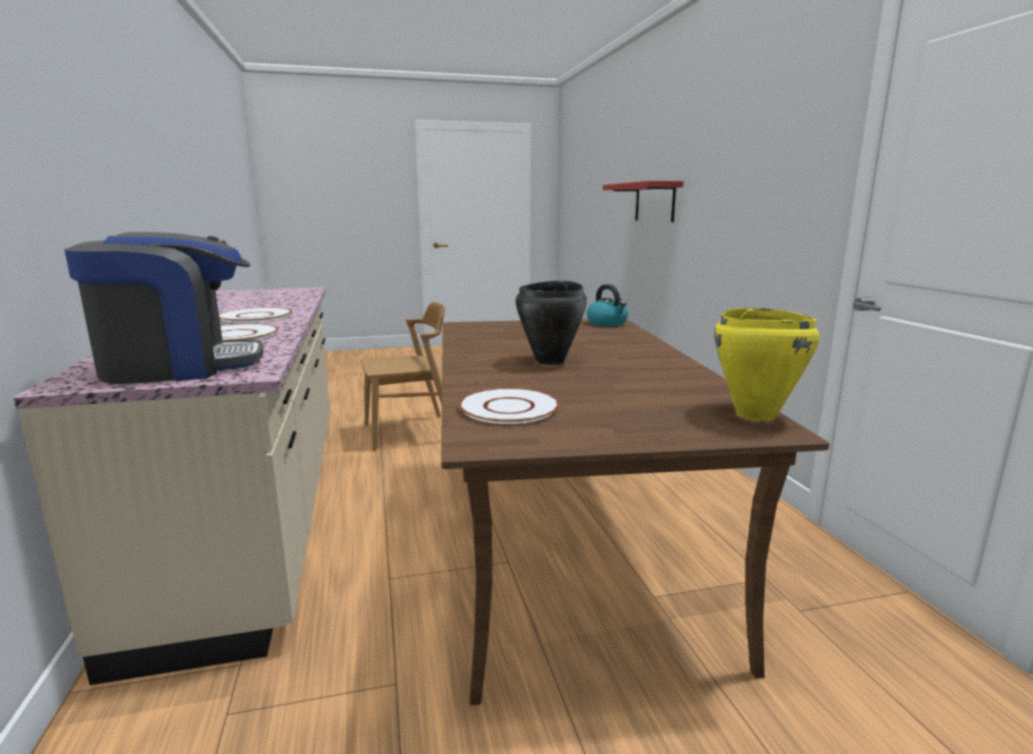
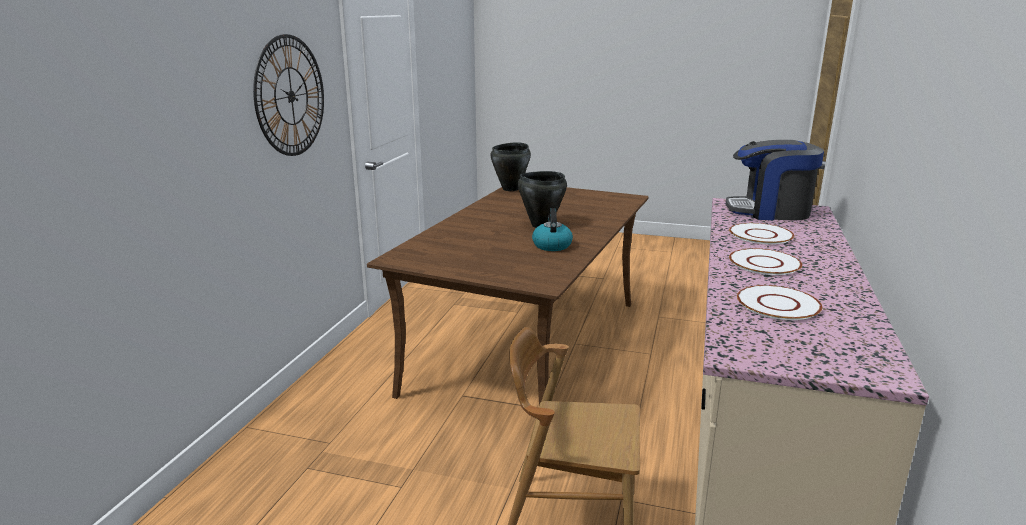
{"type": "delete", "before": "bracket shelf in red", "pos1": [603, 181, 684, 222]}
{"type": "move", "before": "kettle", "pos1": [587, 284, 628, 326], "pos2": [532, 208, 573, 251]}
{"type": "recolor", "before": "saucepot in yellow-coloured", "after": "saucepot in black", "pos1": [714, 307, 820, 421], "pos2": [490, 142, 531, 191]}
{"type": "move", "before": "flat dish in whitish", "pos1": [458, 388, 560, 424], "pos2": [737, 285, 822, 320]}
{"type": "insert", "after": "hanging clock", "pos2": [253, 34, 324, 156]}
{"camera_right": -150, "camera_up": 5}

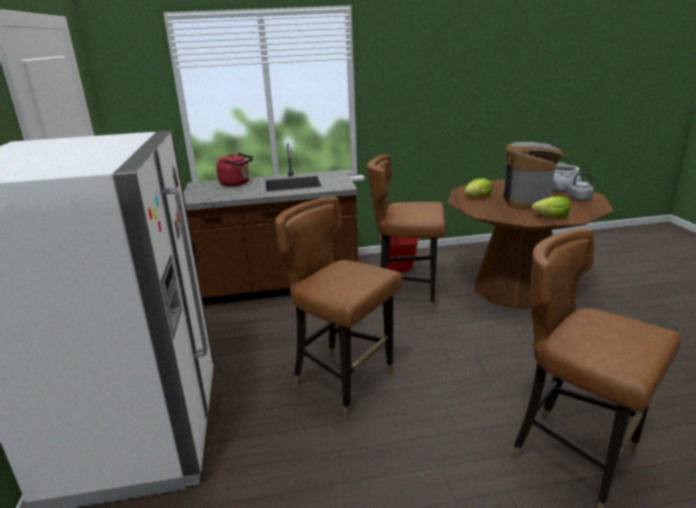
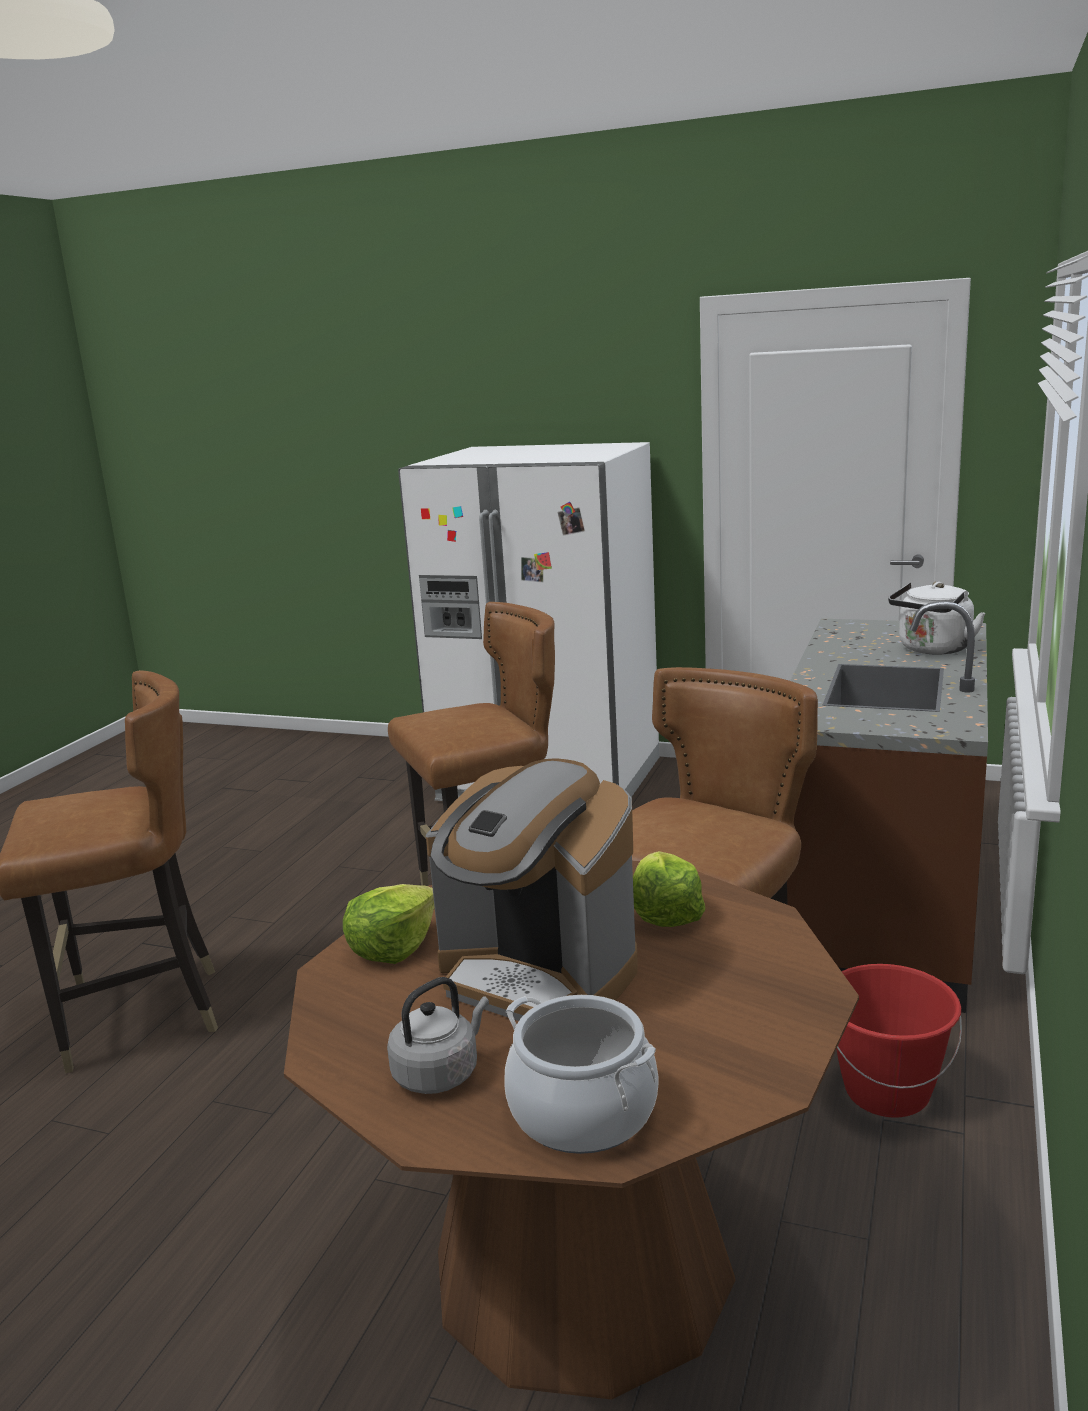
{"type": "recolor", "before": "kettle in red", "after": "kettle in whitish", "pos1": [216, 153, 253, 186], "pos2": [888, 582, 986, 654]}
{"camera_right": 120, "camera_up": -5}

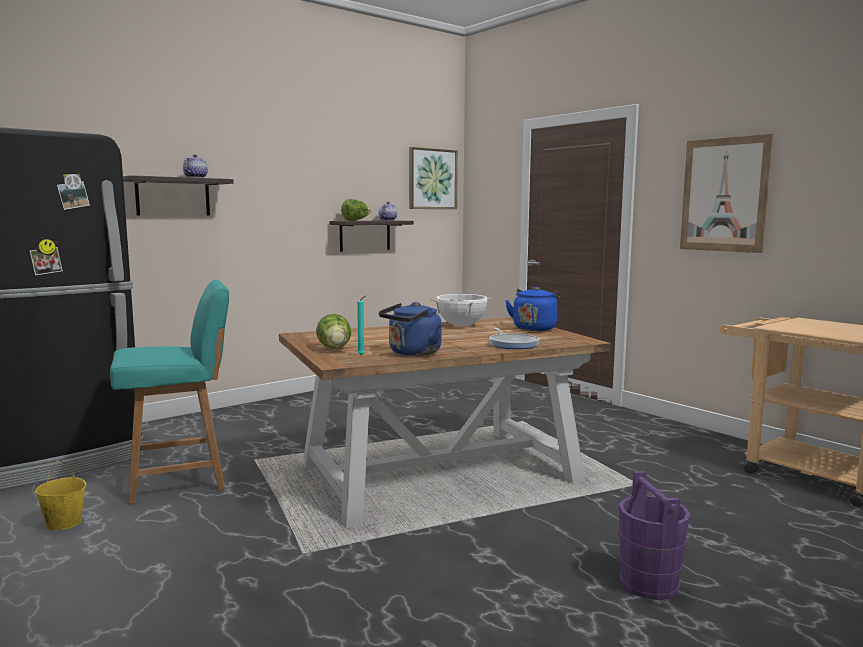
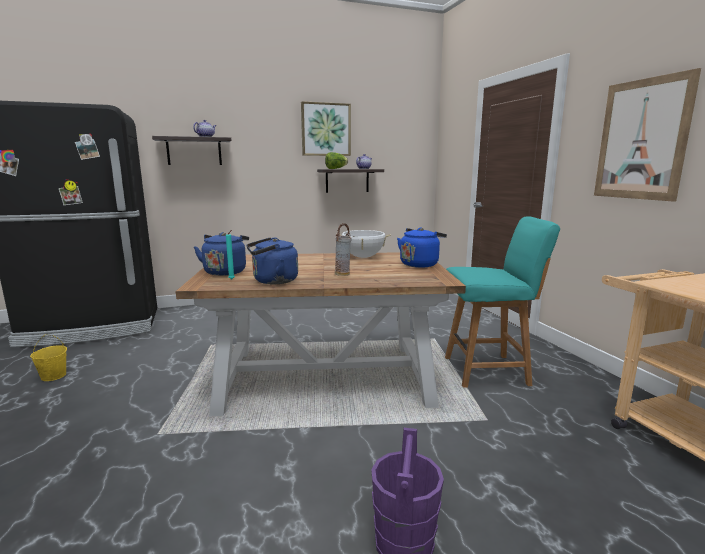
{"type": "move", "before": "wall picture", "pos1": [409, 147, 458, 209], "pos2": [301, 101, 351, 156]}
{"type": "move", "before": "upright chair in turquoise-coloured", "pos1": [110, 280, 229, 504], "pos2": [445, 216, 560, 388]}
{"type": "replace", "before": "head of lettuce", "after": "kettle in bluish", "pos1": [316, 314, 351, 348], "pos2": [194, 232, 249, 276]}
{"type": "delete", "before": "pan", "pos1": [489, 328, 540, 349]}
{"type": "insert", "after": "vase", "pos2": [335, 223, 351, 276]}
{"camera_right": 20, "camera_up": 5}

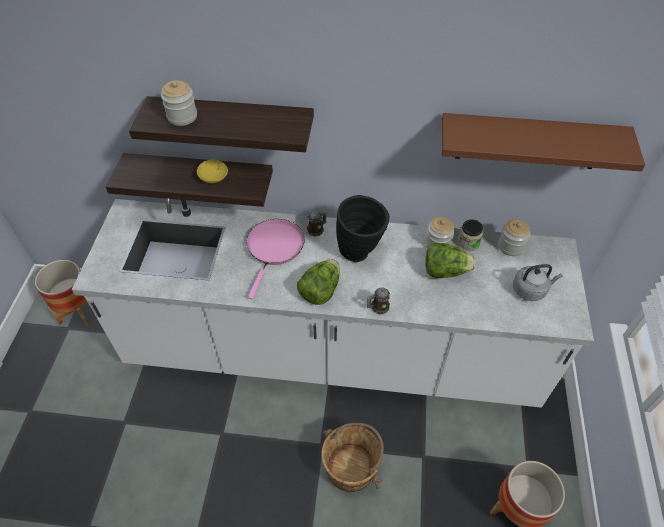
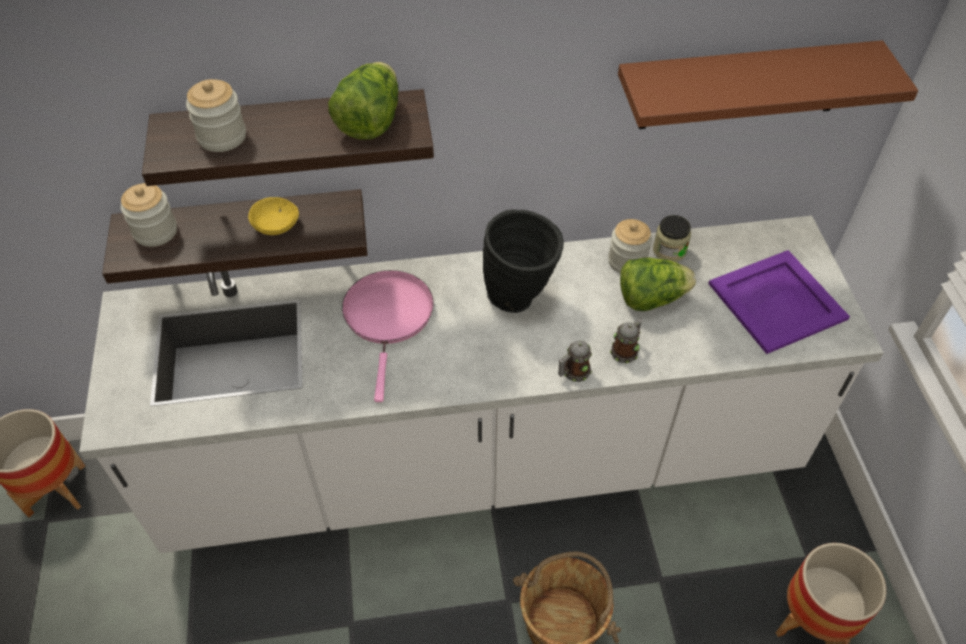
{"type": "move", "before": "mug", "pos1": [307, 211, 327, 237], "pos2": [610, 319, 642, 363]}
{"type": "move", "before": "storage jar", "pos1": [498, 219, 530, 256], "pos2": [121, 183, 177, 247]}
{"type": "move", "before": "head of lettuce", "pos1": [297, 259, 340, 305], "pos2": [328, 62, 398, 140]}
{"type": "replace", "before": "kettle in greyish", "after": "carrying tray in purple", "pos1": [513, 264, 563, 301], "pos2": [708, 250, 850, 354]}
{"camera_right": -15, "camera_up": 0}

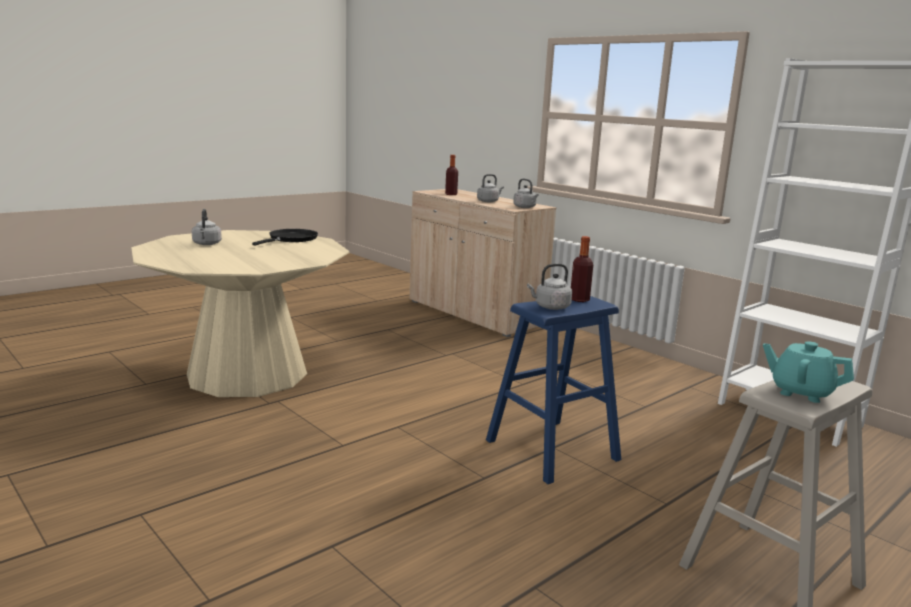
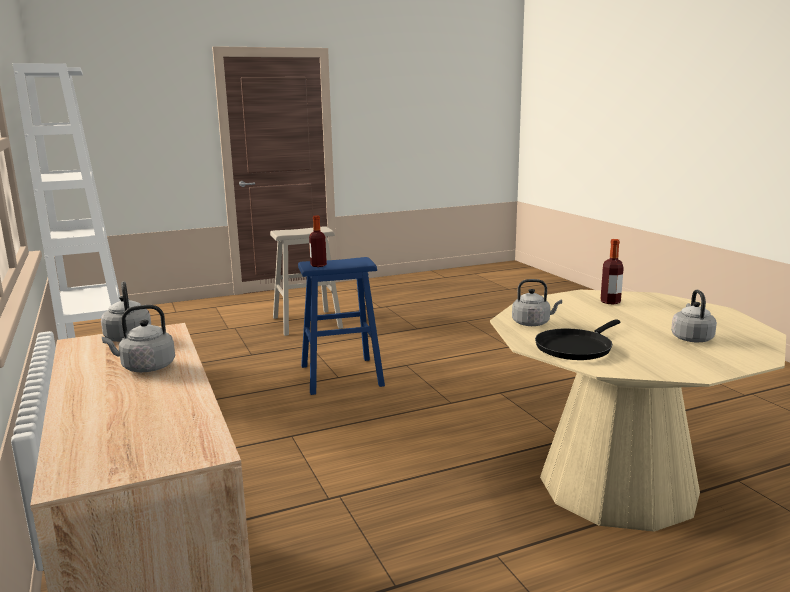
{"type": "move", "before": "drink bottle", "pos1": [445, 155, 458, 195], "pos2": [601, 239, 624, 304]}
{"type": "move", "before": "kettle in greyish", "pos1": [527, 264, 572, 310], "pos2": [512, 279, 562, 326]}
{"type": "delete", "before": "teapot in turquoise-coloured", "pos1": [763, 341, 854, 403]}
{"camera_right": -160, "camera_up": 0}

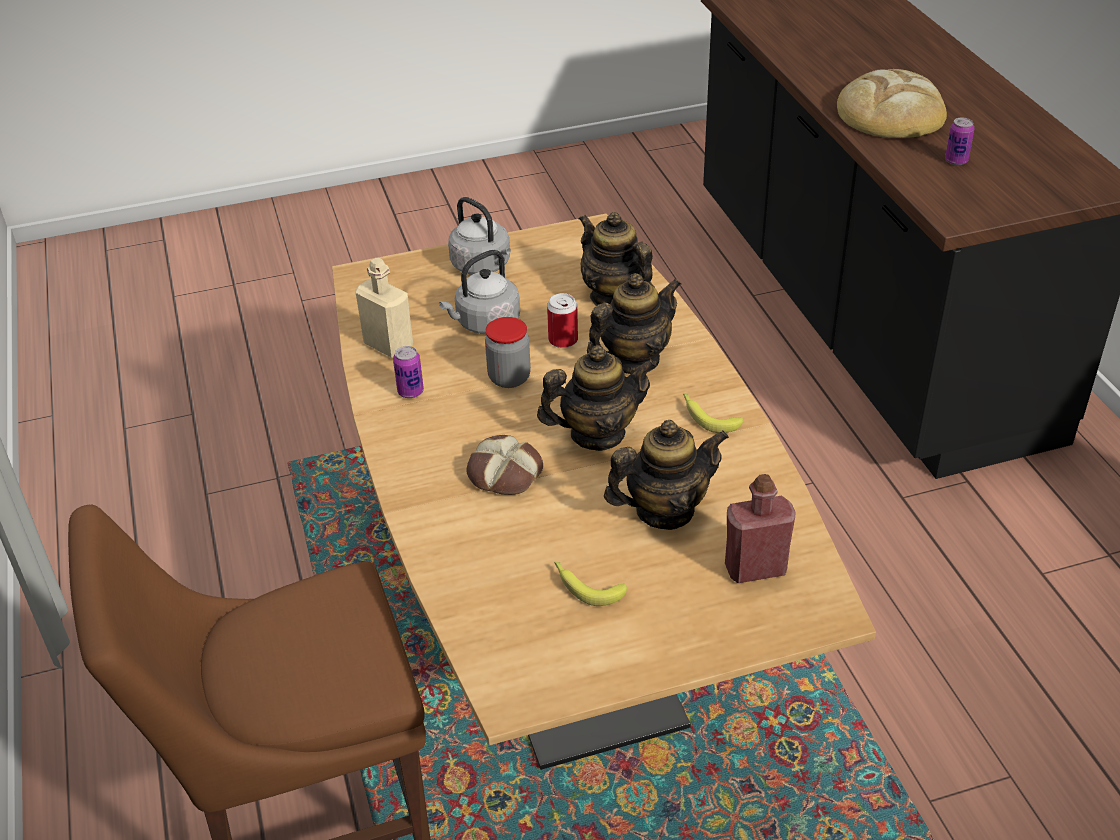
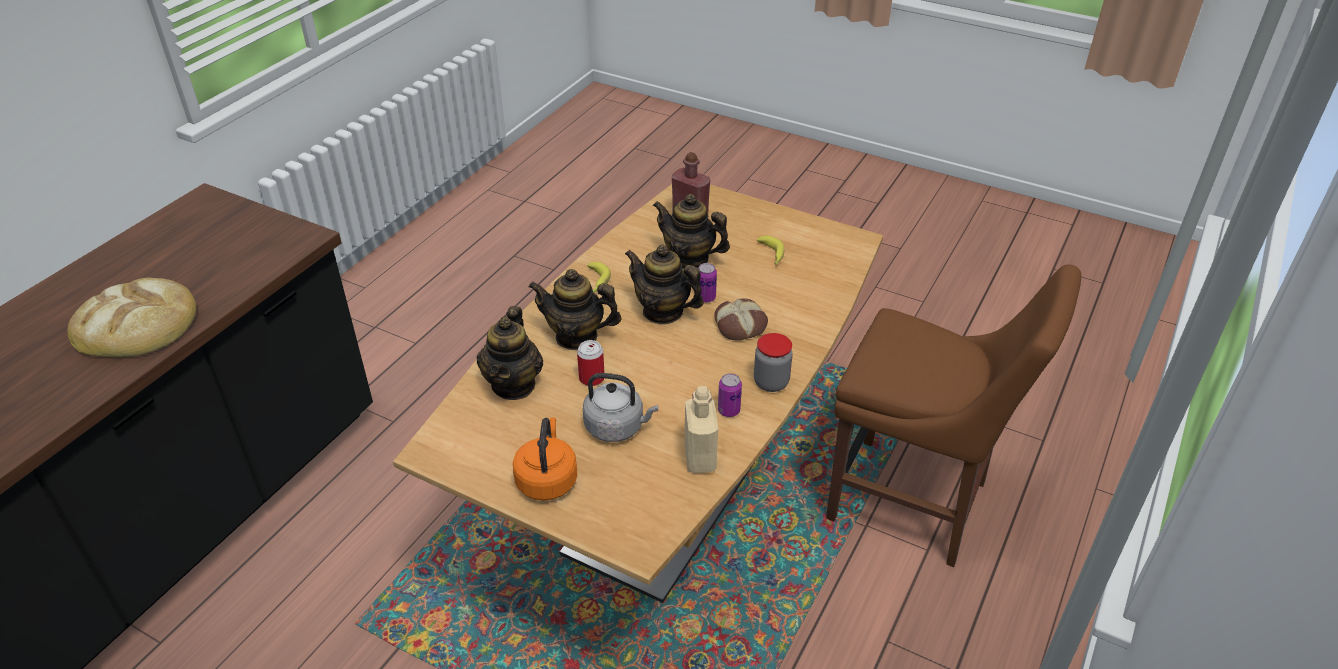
{"type": "move", "before": "metal can", "pos1": [945, 118, 975, 165], "pos2": [698, 263, 717, 303]}
{"type": "recolor", "before": "kettle in greyish", "after": "kettle in orangey", "pos1": [448, 197, 511, 275], "pos2": [513, 417, 577, 501]}
{"type": "move", "before": "storage jar", "pos1": [485, 317, 531, 388], "pos2": [754, 333, 793, 392]}
{"camera_right": -135, "camera_up": 0}

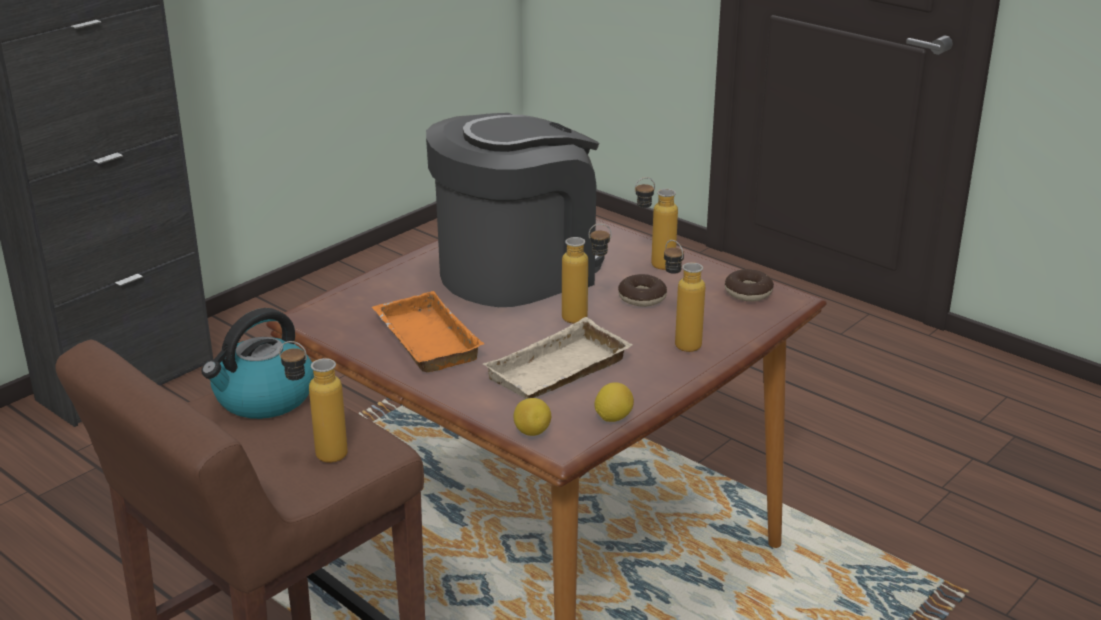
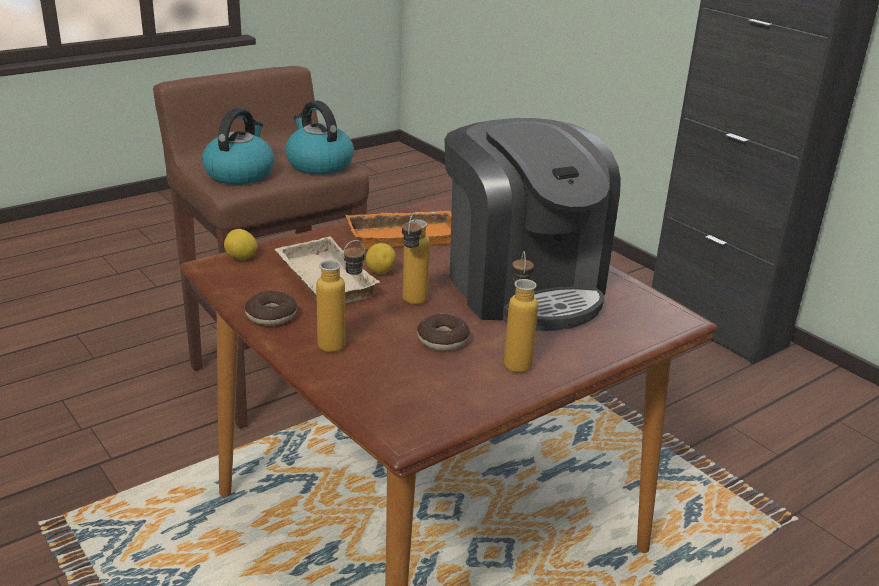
{"type": "move", "before": "doughnut", "pos1": [725, 269, 774, 302], "pos2": [245, 291, 297, 325]}
{"type": "replace", "before": "drink bottle", "after": "kettle", "pos1": [279, 341, 348, 463], "pos2": [202, 108, 274, 185]}
{"type": "move", "before": "whole lemon", "pos1": [594, 382, 634, 422], "pos2": [366, 243, 396, 274]}
{"camera_right": 100, "camera_up": 0}

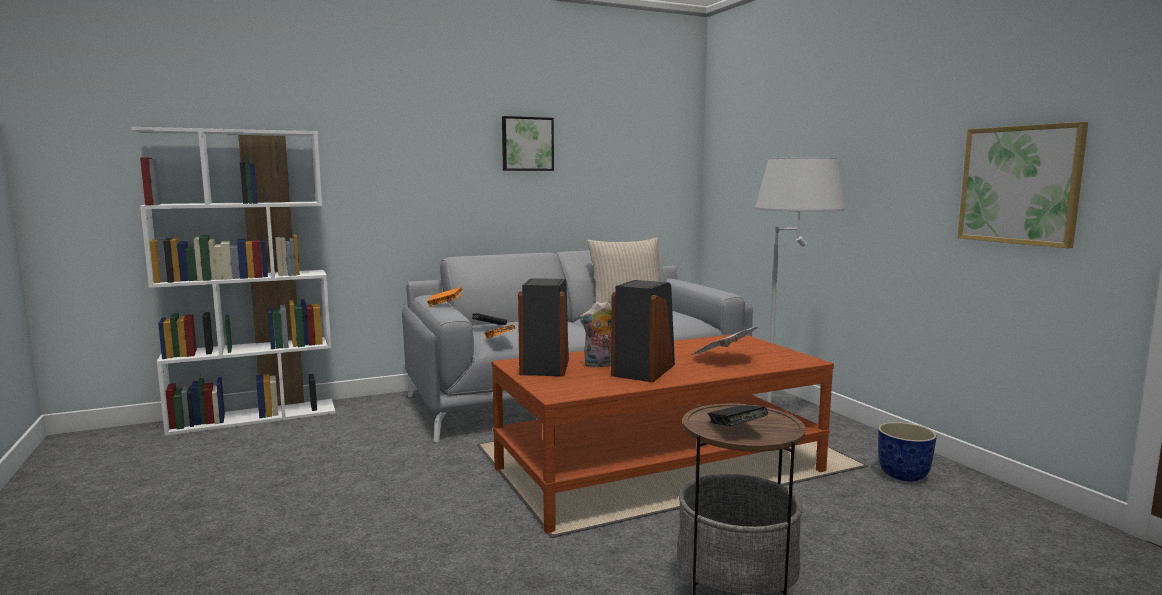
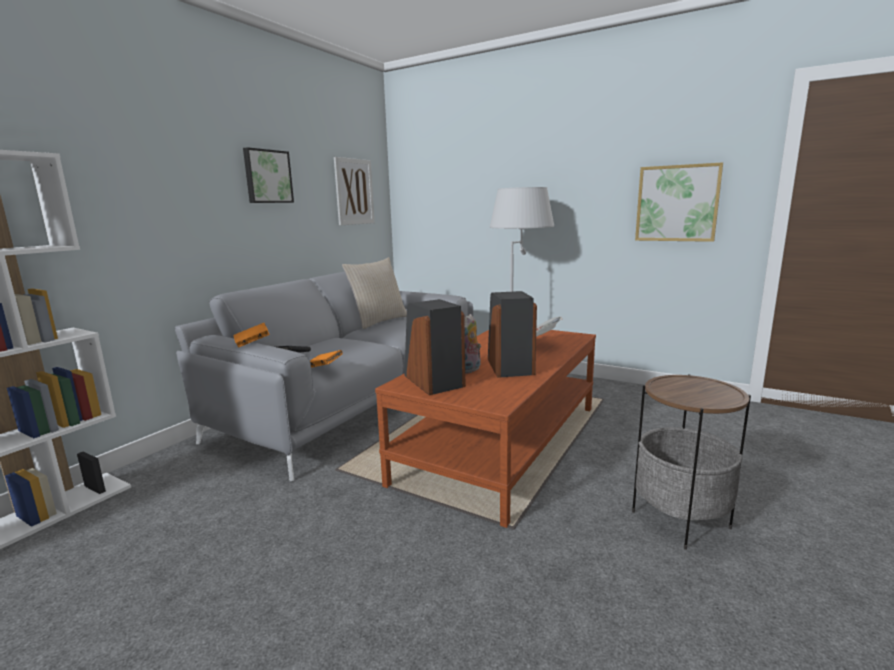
{"type": "delete", "before": "volume in black", "pos1": [708, 405, 768, 426]}
{"type": "delete", "before": "planter", "pos1": [878, 422, 937, 481]}
{"type": "insert", "after": "wall picture", "pos2": [334, 157, 375, 225]}
{"camera_right": -35, "camera_up": 5}

